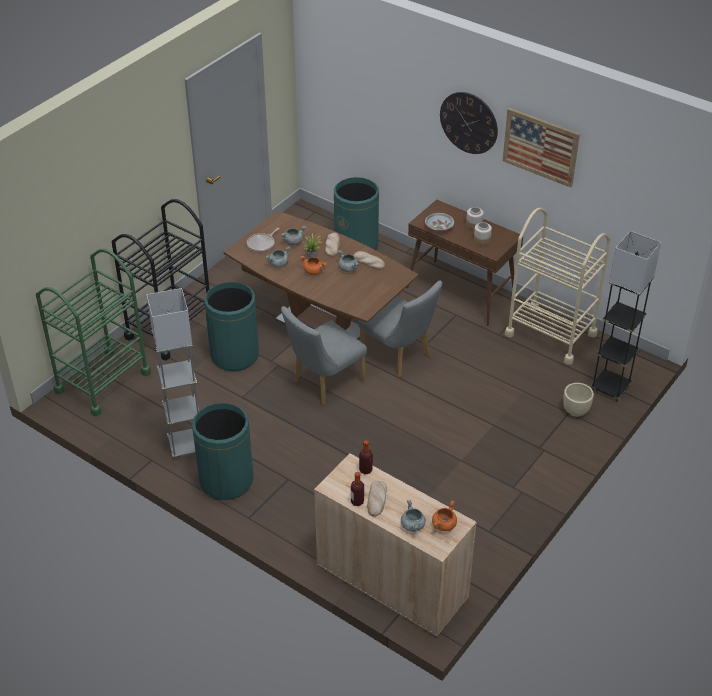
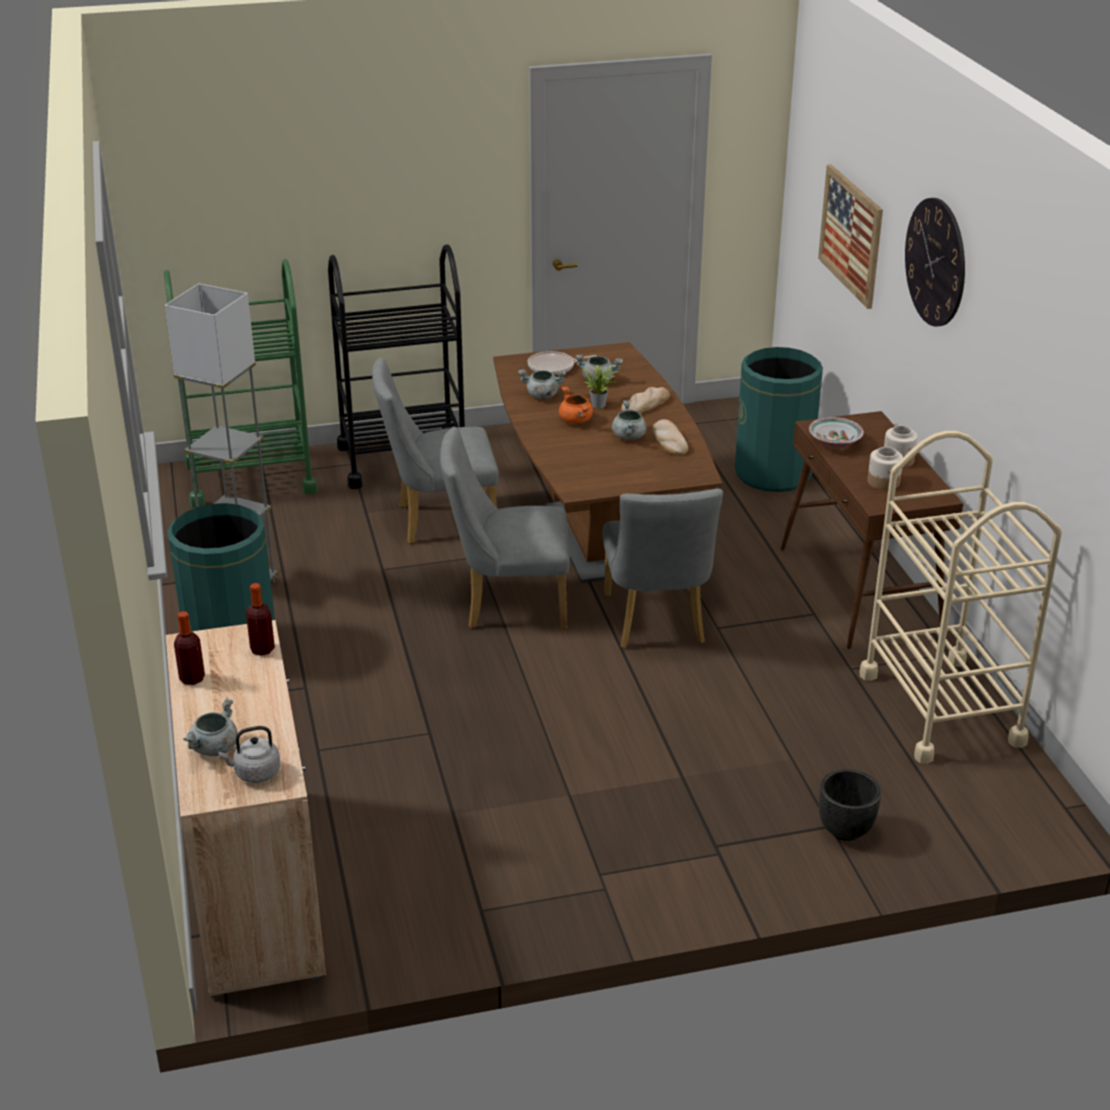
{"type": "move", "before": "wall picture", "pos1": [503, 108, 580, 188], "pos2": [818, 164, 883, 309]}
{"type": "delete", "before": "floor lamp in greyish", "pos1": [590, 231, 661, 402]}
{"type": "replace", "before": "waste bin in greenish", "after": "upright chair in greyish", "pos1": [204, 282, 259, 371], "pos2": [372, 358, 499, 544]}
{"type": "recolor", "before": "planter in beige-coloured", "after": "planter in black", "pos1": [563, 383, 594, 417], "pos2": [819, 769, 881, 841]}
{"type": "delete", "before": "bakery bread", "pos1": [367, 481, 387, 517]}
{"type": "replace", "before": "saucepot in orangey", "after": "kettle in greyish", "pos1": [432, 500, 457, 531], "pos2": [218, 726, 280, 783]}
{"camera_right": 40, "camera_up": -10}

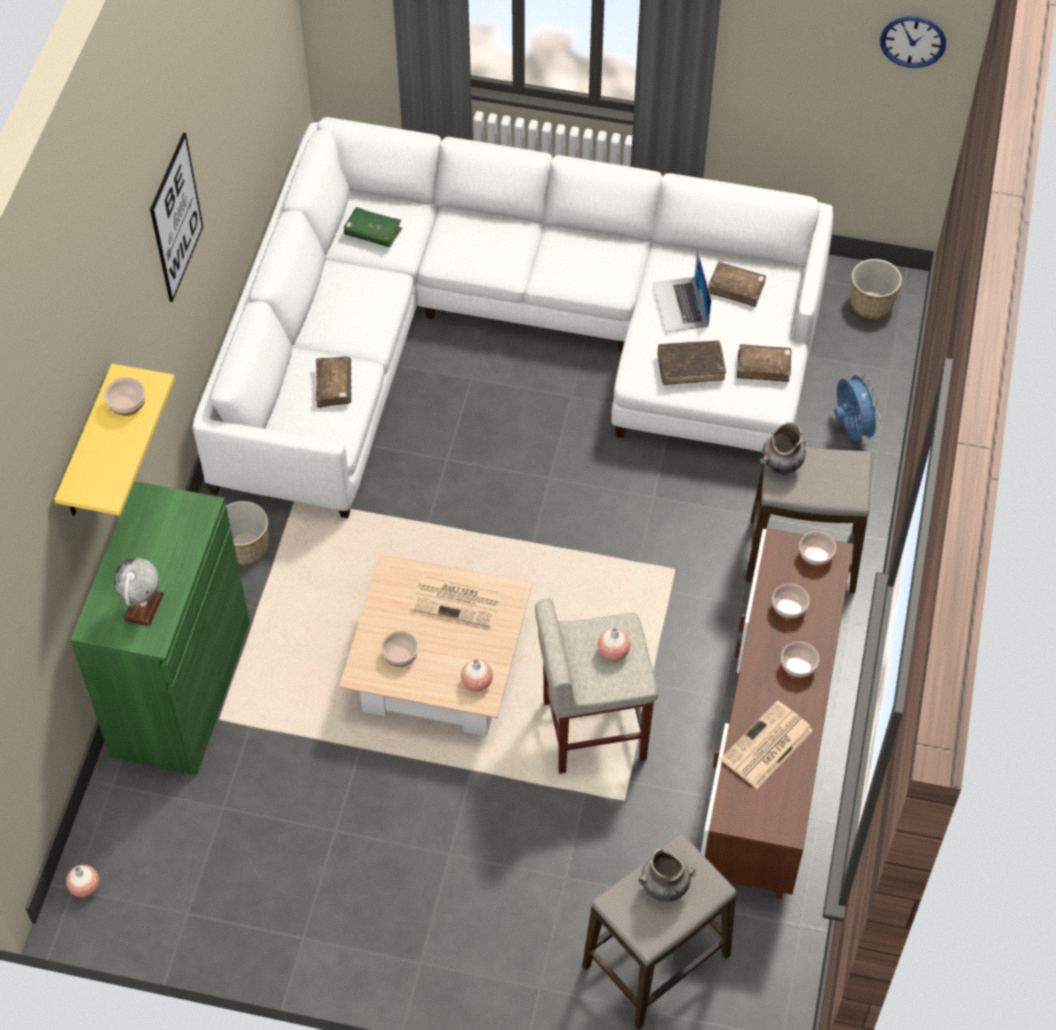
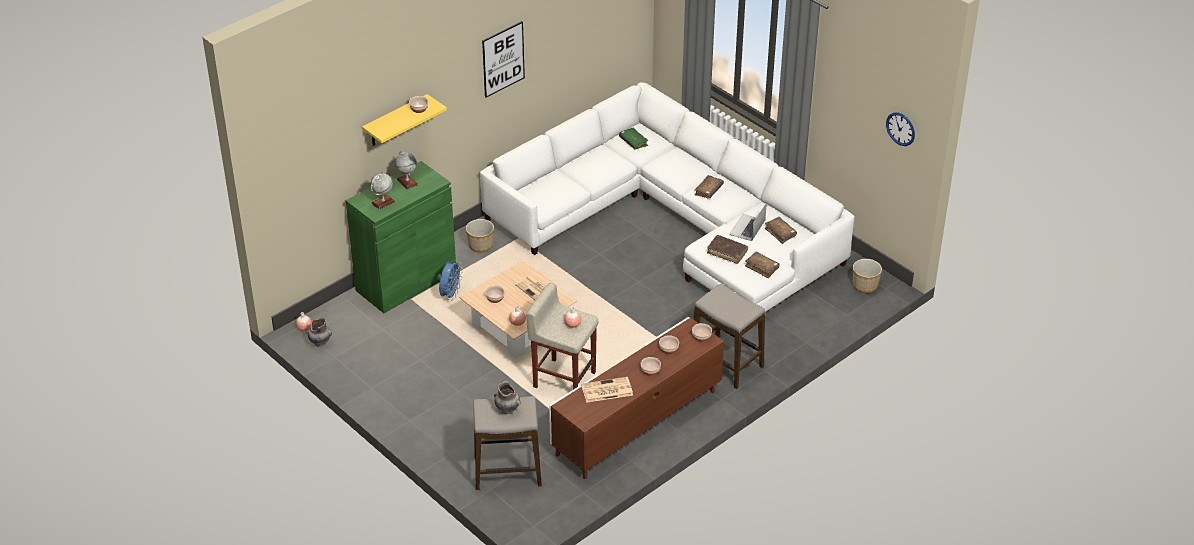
{"type": "move", "before": "volume in brown-coloured", "pos1": [316, 356, 351, 408], "pos2": [694, 175, 724, 199]}
{"type": "move", "before": "cooling fan in bluish", "pos1": [834, 371, 881, 442], "pos2": [437, 261, 463, 298]}
{"type": "move", "before": "vase in greyish", "pos1": [760, 422, 806, 476], "pos2": [305, 318, 332, 347]}
{"type": "insert", "after": "globe", "pos2": [395, 151, 418, 189]}
{"camera_right": 35, "camera_up": -15}

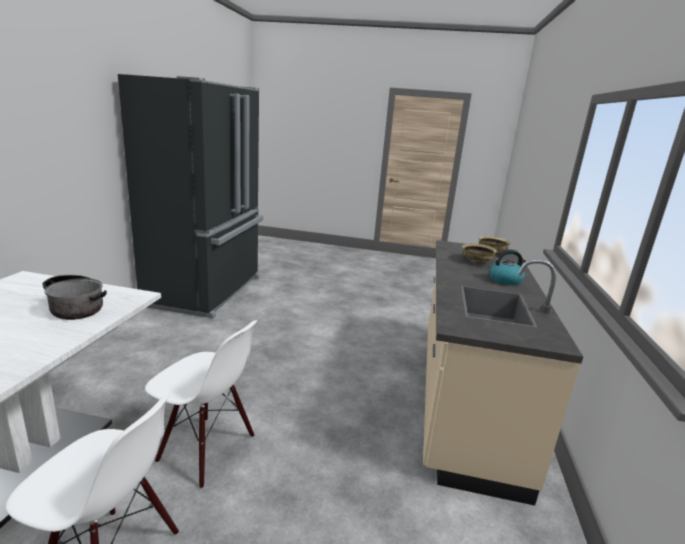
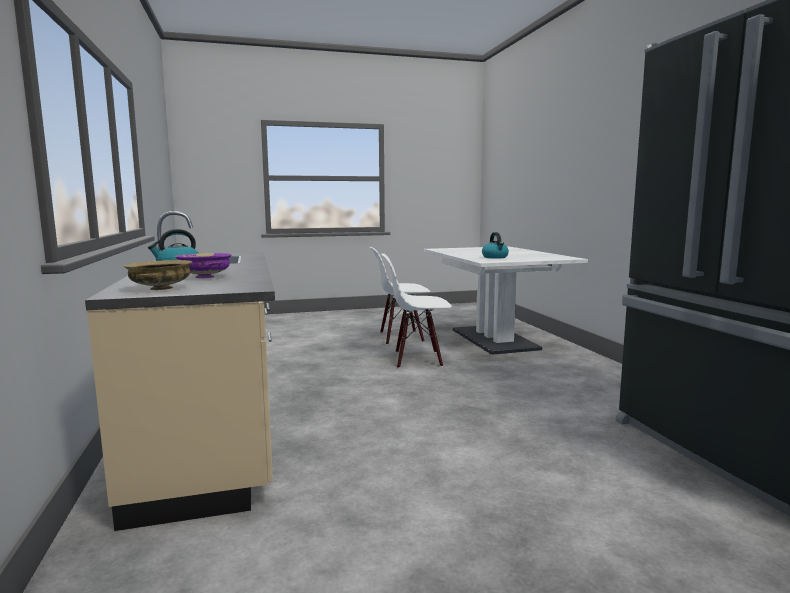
{"type": "recolor", "before": "bowl in beige-coloured", "after": "bowl in purple", "pos1": [462, 244, 497, 263], "pos2": [175, 253, 232, 278]}
{"type": "replace", "before": "saucepot", "after": "kettle", "pos1": [42, 275, 107, 320], "pos2": [482, 232, 509, 259]}
{"camera_right": 155, "camera_up": -10}

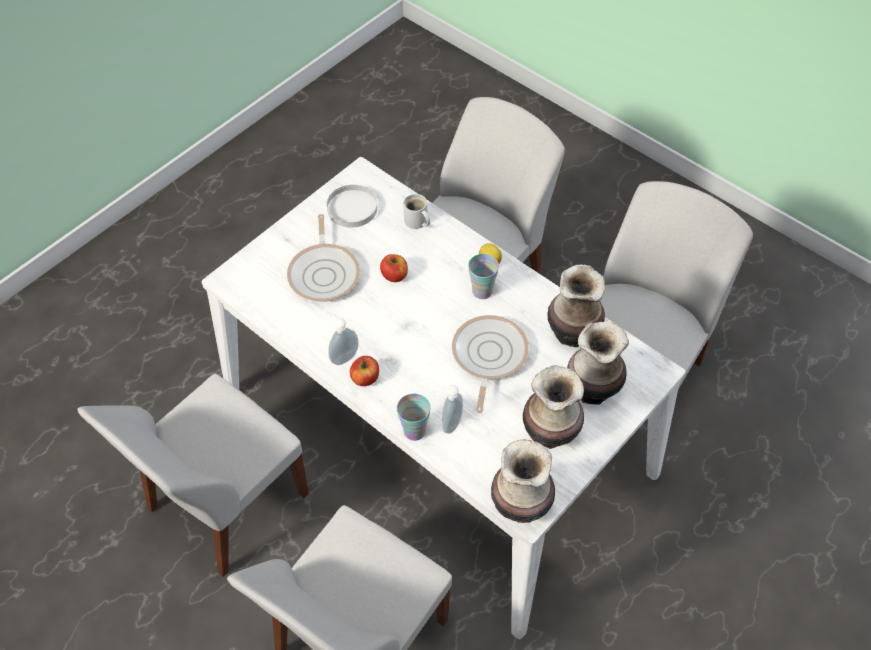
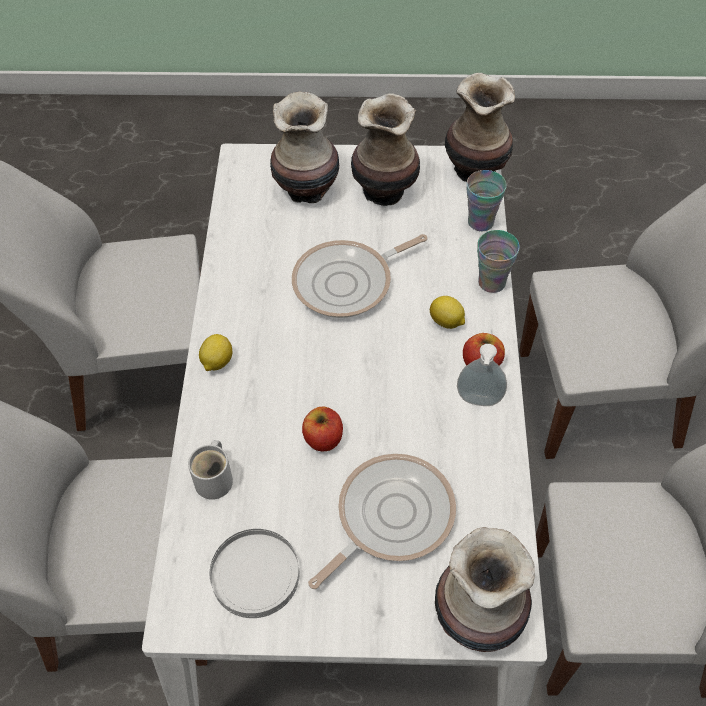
{"type": "move", "before": "small cup", "pos1": [468, 254, 499, 299], "pos2": [467, 170, 507, 231]}
{"type": "move", "before": "vase", "pos1": [547, 264, 605, 347], "pos2": [435, 527, 535, 652]}
{"type": "delete", "before": "soap bottle", "pos1": [441, 385, 463, 434]}
{"type": "insert", "after": "whole lemon", "pos2": [430, 296, 465, 329]}
{"camera_right": -130, "camera_up": 0}

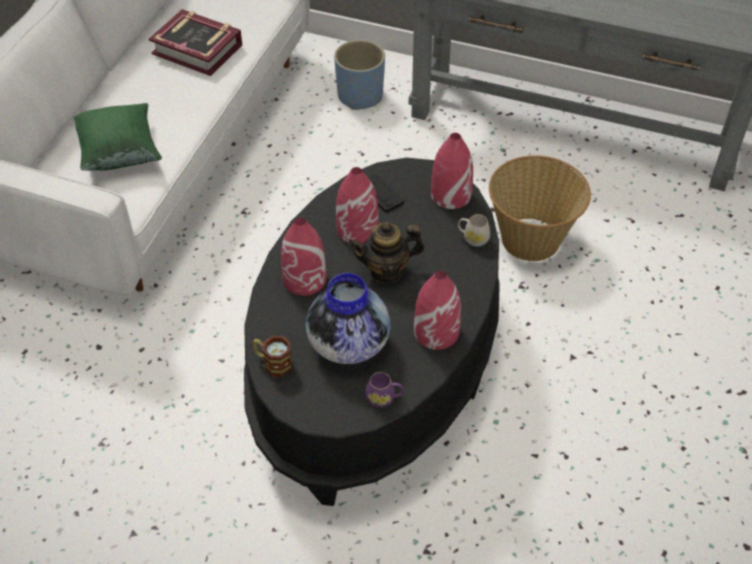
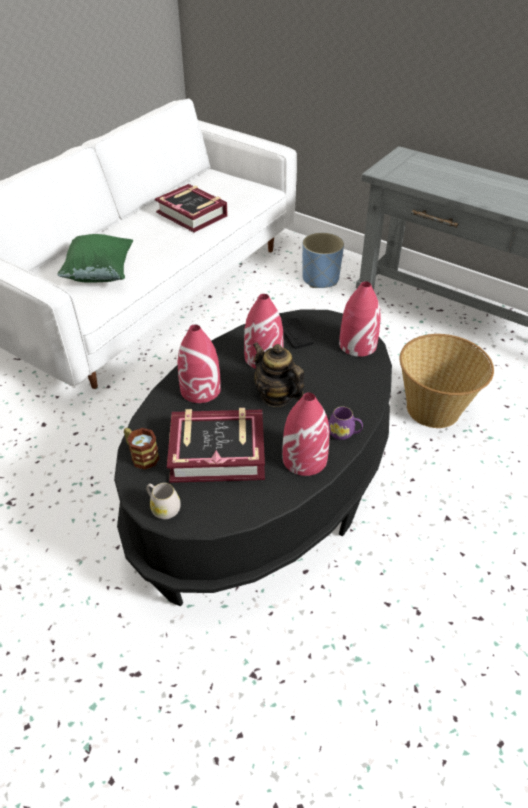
{"type": "move", "before": "mug in whitish", "pos1": [458, 214, 490, 247], "pos2": [146, 483, 181, 519]}
{"type": "rotate", "before": "teapot", "pos1": [349, 222, 425, 283], "pos2": [253, 342, 304, 407], "turn": 45}
{"type": "replace", "before": "vase", "after": "volume", "pos1": [306, 273, 390, 364], "pos2": [167, 408, 265, 483]}
{"type": "move", "before": "mug in purple", "pos1": [365, 372, 403, 407], "pos2": [329, 406, 363, 440]}
{"camera_right": 15, "camera_up": -5}

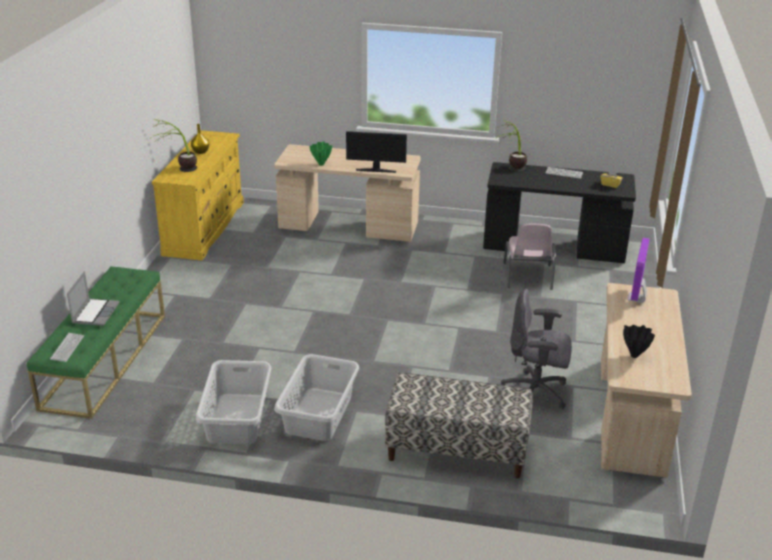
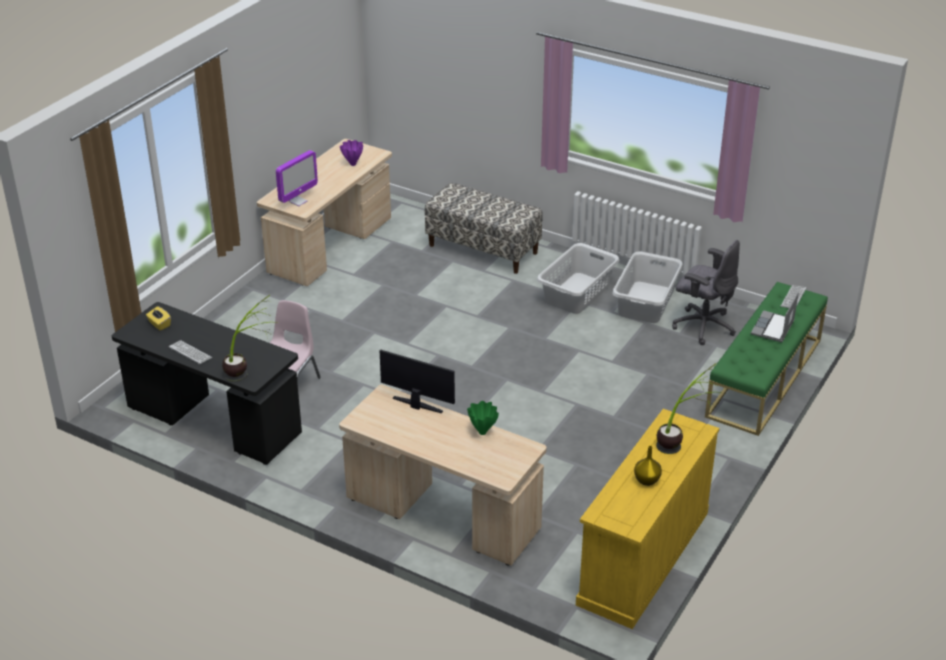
{"type": "move", "before": "desk chair in greyish", "pos1": [501, 289, 572, 409], "pos2": [672, 240, 740, 345]}
{"type": "recolor", "before": "vase in black", "after": "vase in purple", "pos1": [623, 325, 655, 358], "pos2": [340, 140, 363, 166]}
{"camera_right": -160, "camera_up": 5}

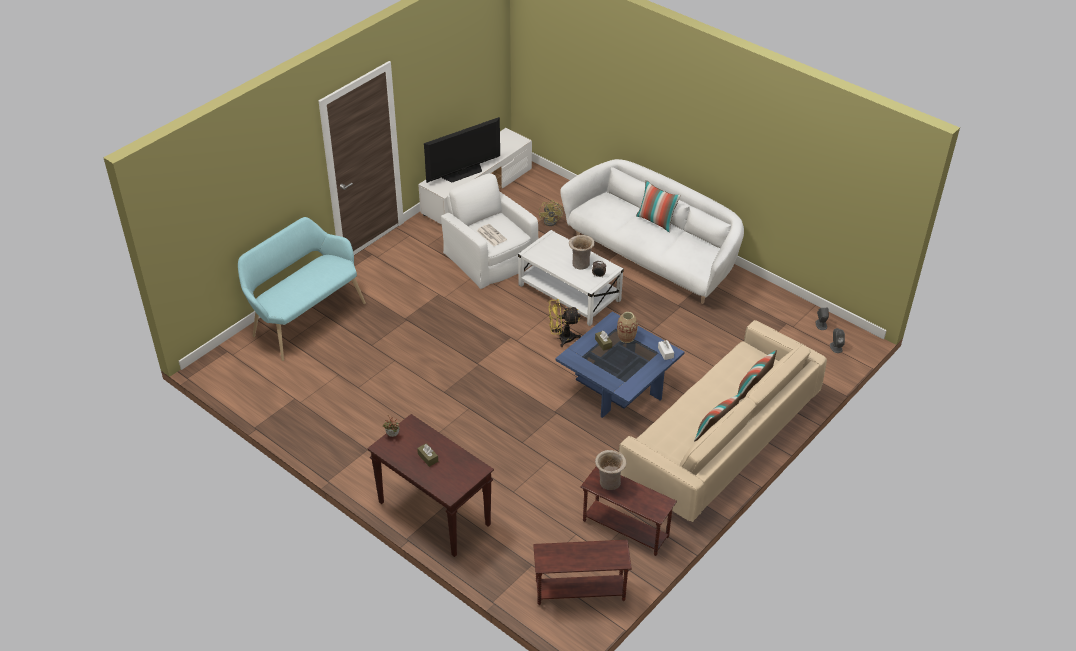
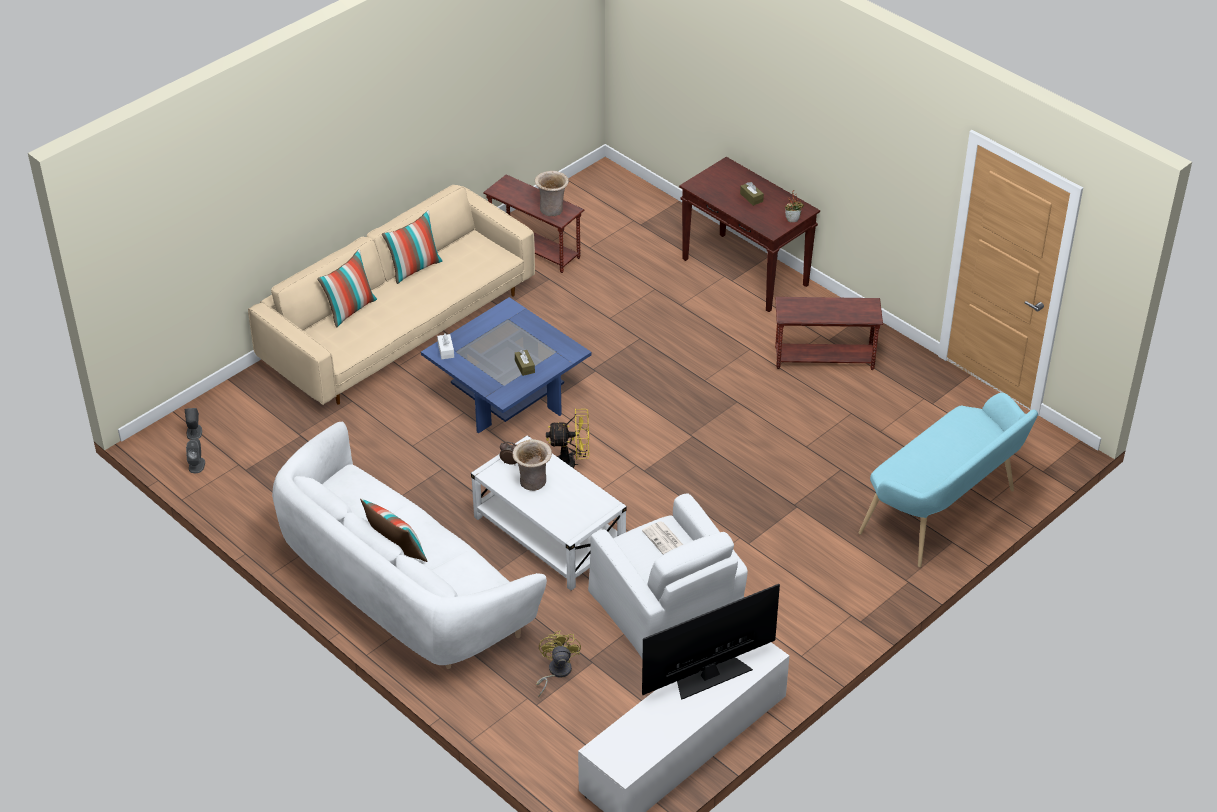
{"type": "delete", "before": "vase", "pos1": [617, 312, 638, 343]}
{"type": "move", "before": "end table in brown-coloured", "pos1": [533, 540, 632, 605], "pos2": [775, 297, 883, 370]}
{"camera_right": -175, "camera_up": 0}

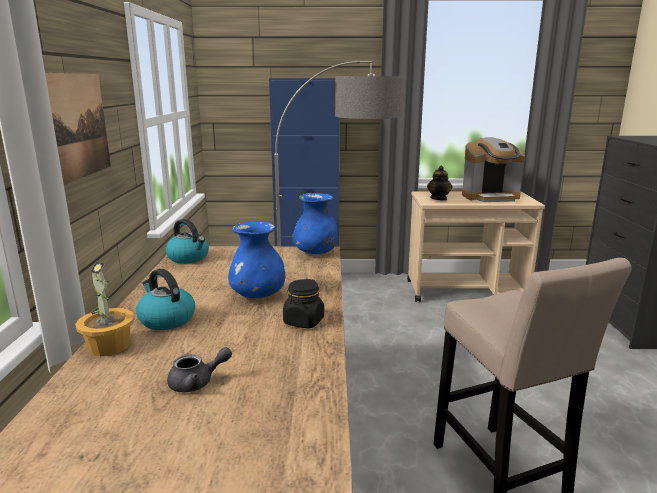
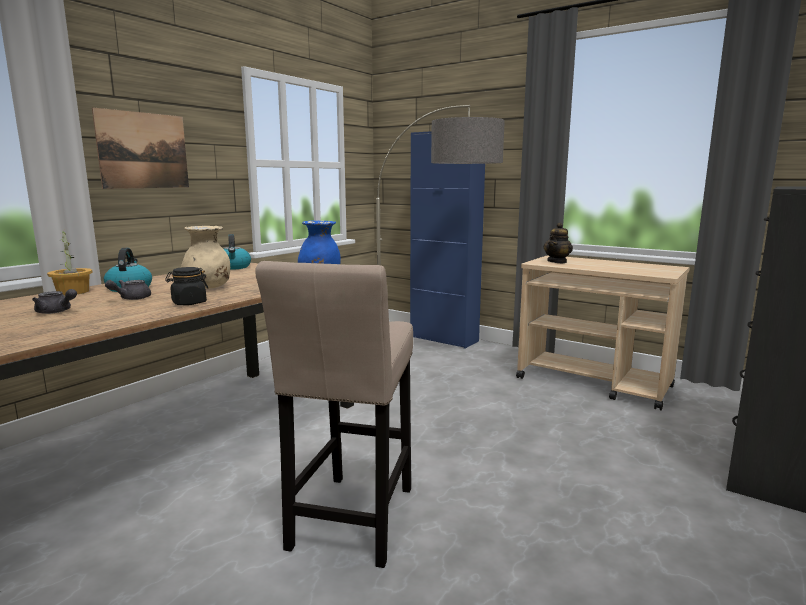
{"type": "delete", "before": "coffee brewer", "pos1": [462, 137, 525, 202]}
{"type": "recolor", "before": "vase in bluish", "after": "vase in beige-coloured", "pos1": [228, 221, 285, 298], "pos2": [181, 226, 230, 289]}
{"type": "insert", "after": "teapot in greyish", "pos2": [105, 280, 151, 300]}
{"camera_right": 35, "camera_up": -5}

